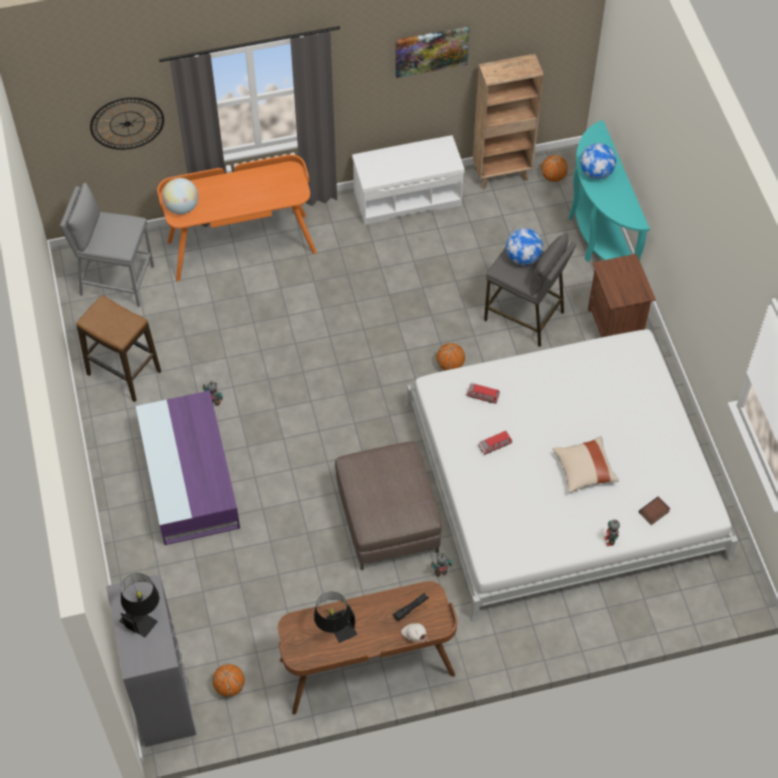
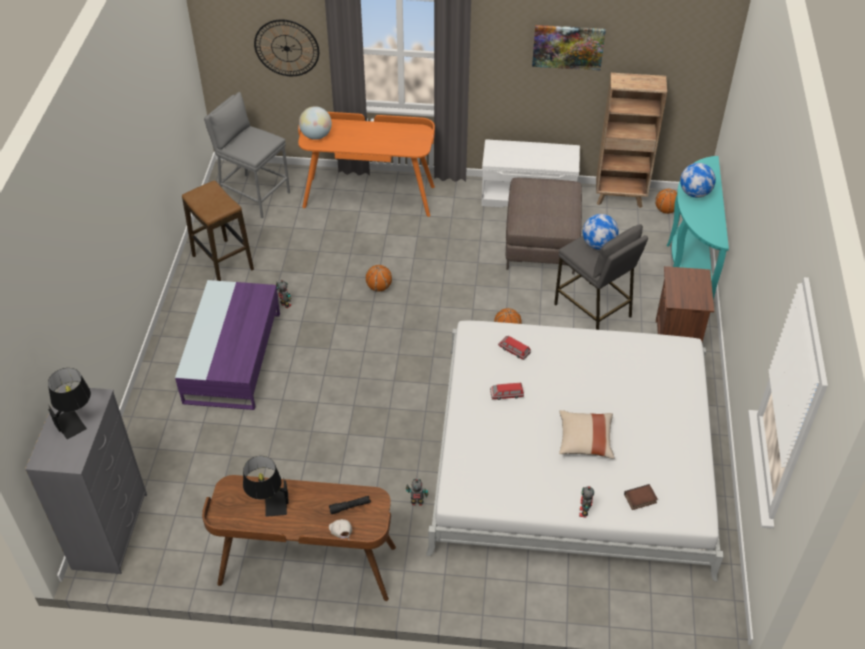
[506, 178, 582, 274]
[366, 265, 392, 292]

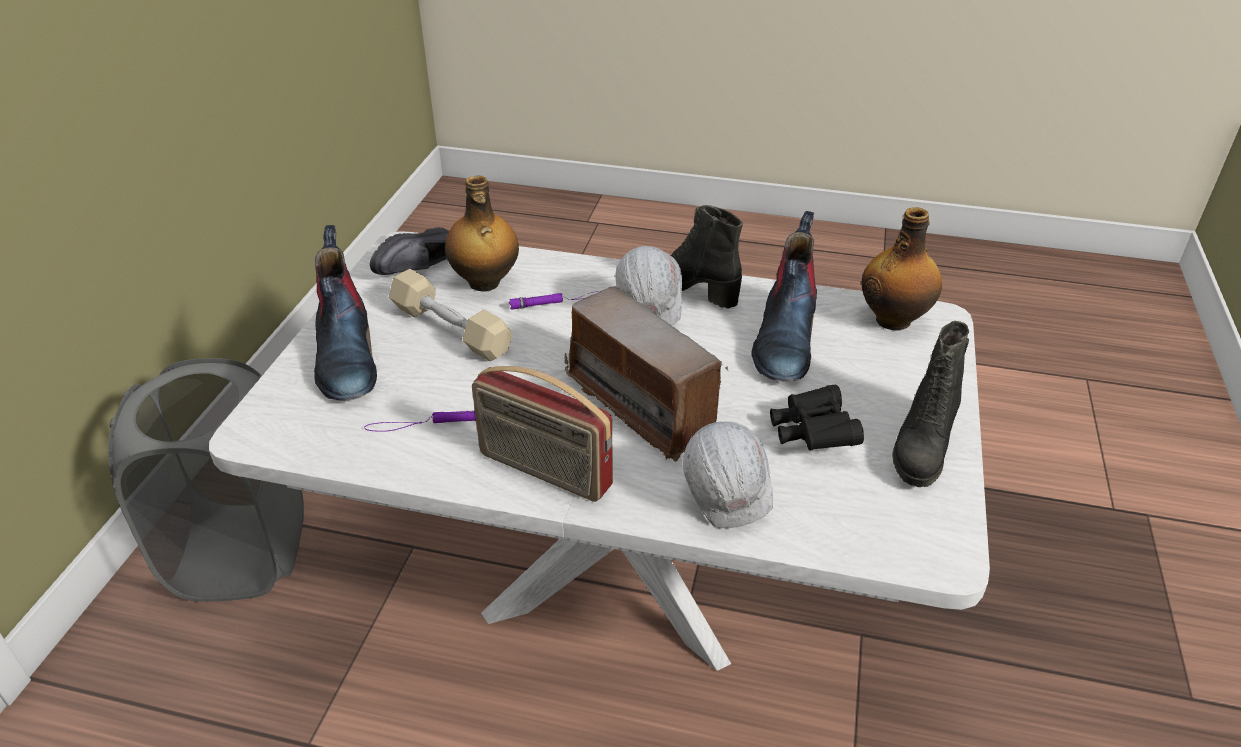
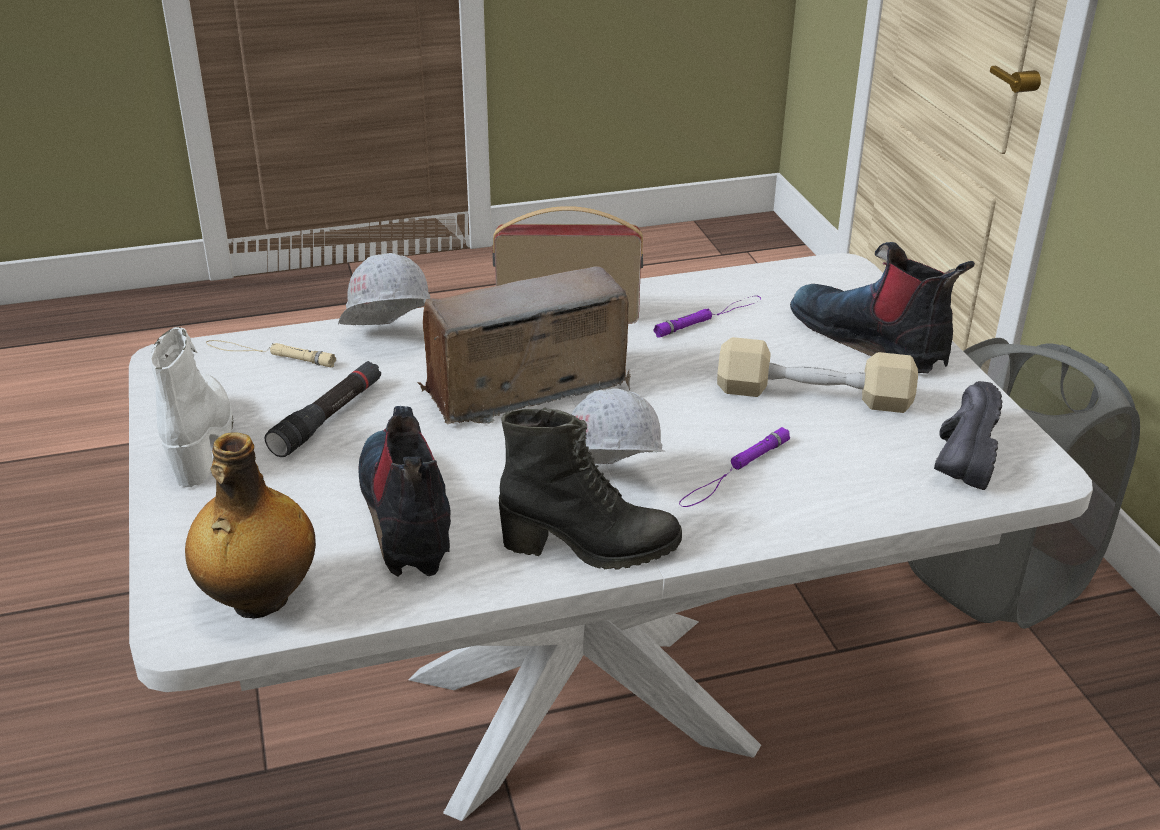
[445, 176, 519, 292] (first image)
[417, 266, 631, 425]
[150, 326, 234, 487]
[265, 361, 381, 457]
[206, 340, 336, 367]

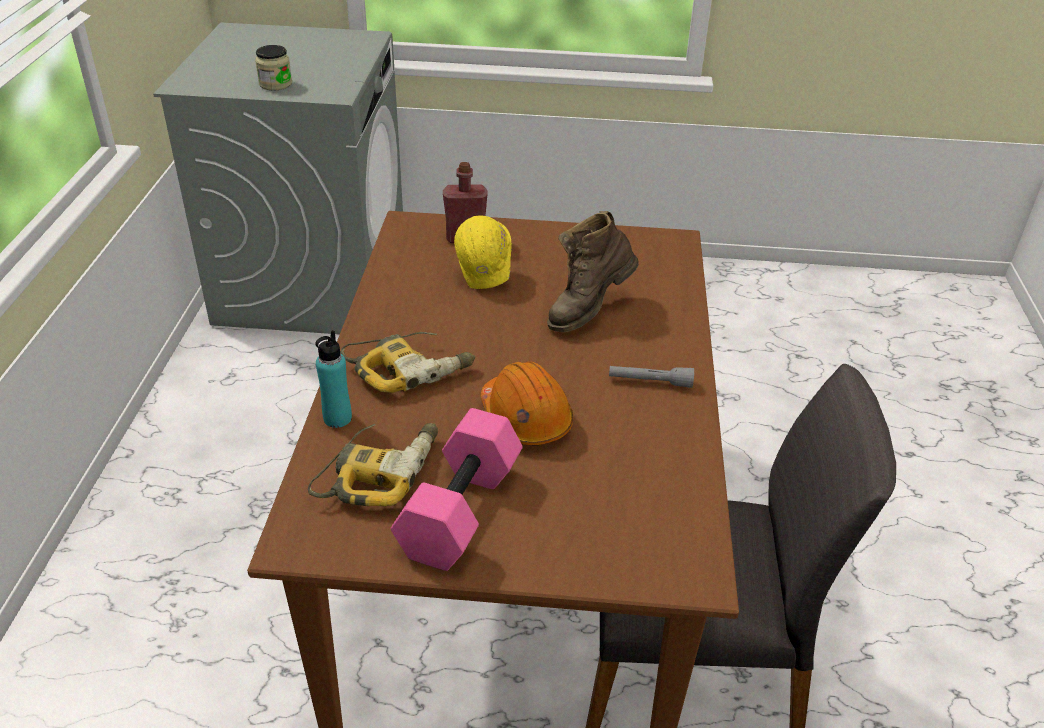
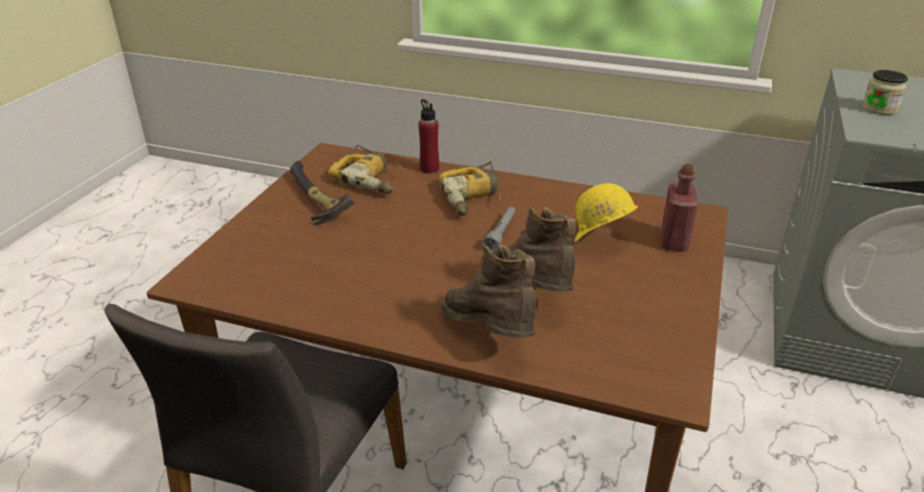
[418, 99, 439, 174]
[481, 361, 573, 445] (first image)
[482, 207, 515, 252]
[290, 161, 354, 225]
[440, 245, 536, 338]

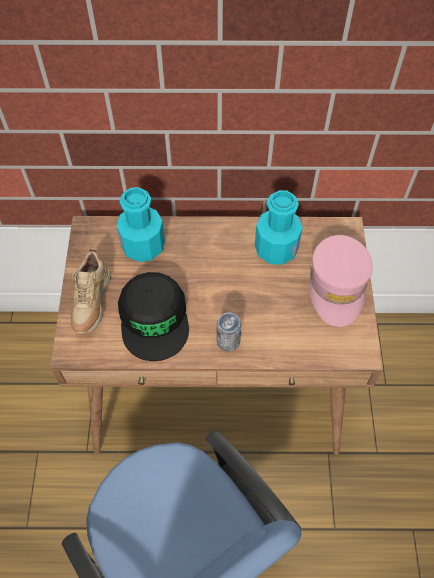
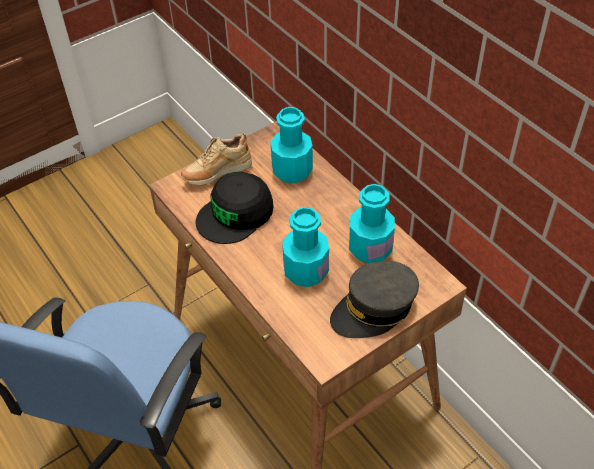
[330, 261, 419, 338]
[217, 312, 242, 352] (first image)
[282, 207, 329, 287]

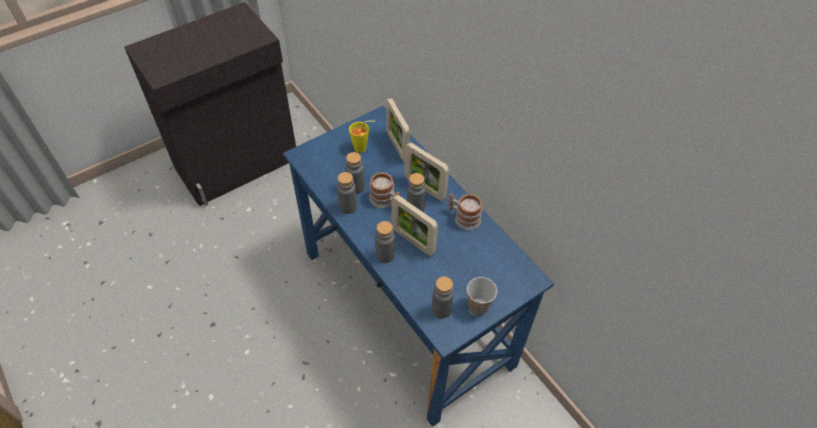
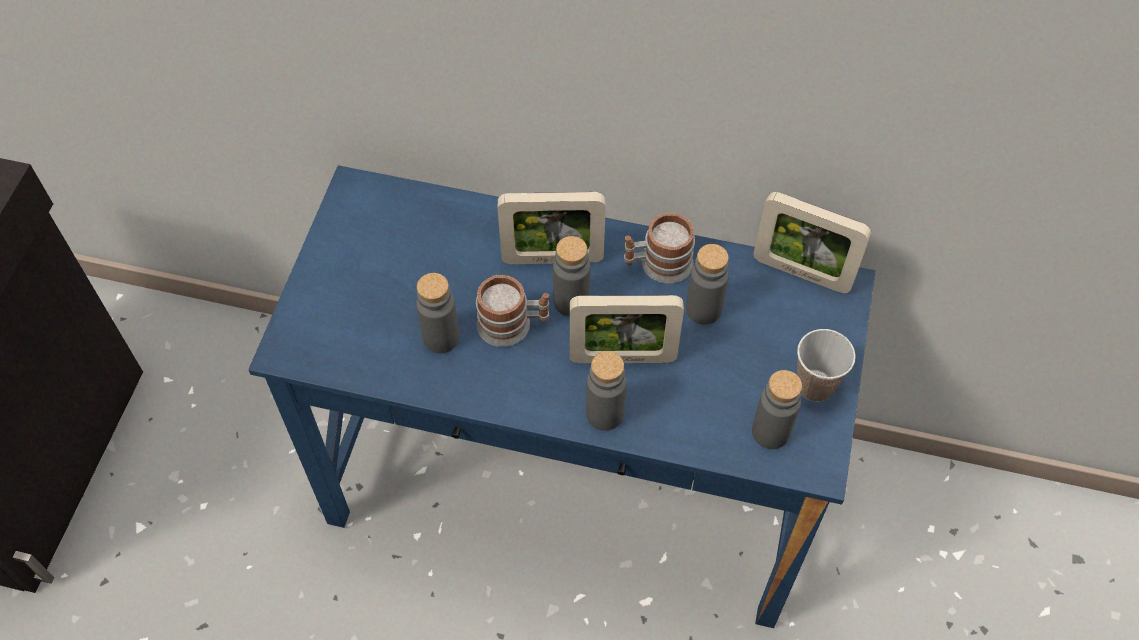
[753, 192, 871, 293]
[349, 121, 376, 153] (first image)
[686, 244, 729, 325]

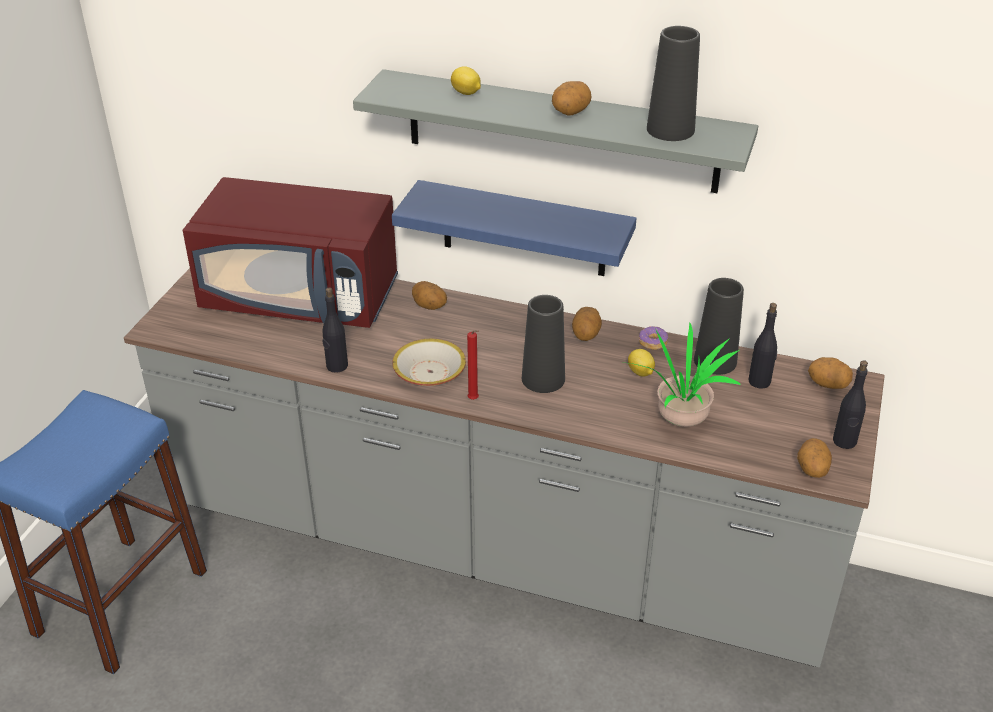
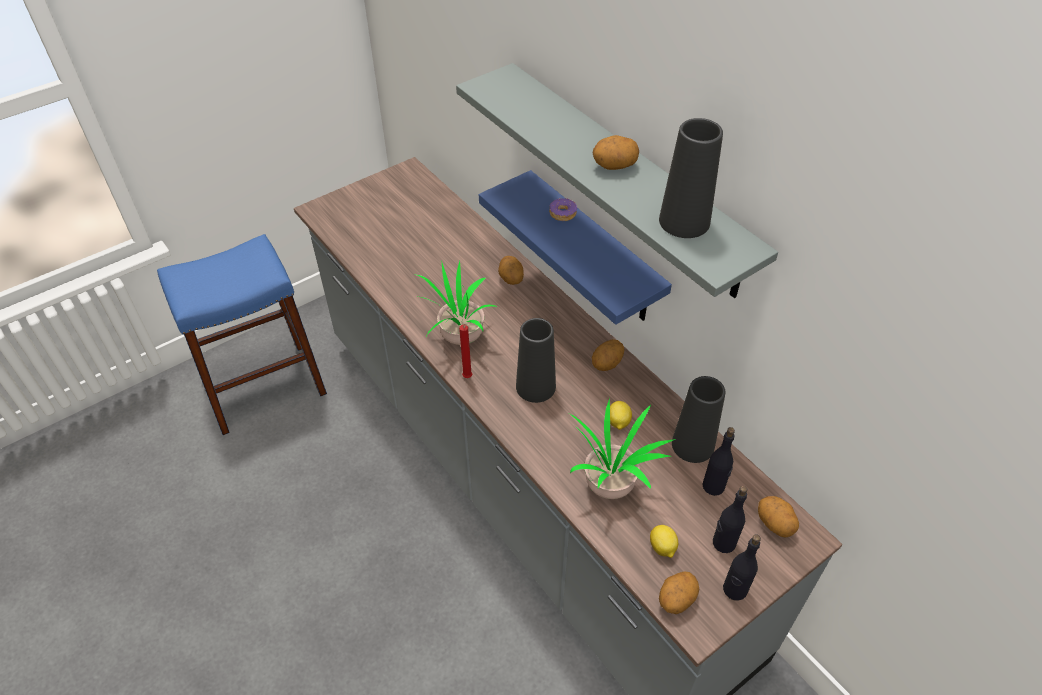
[650, 525, 678, 558]
[183, 177, 398, 328] (first image)
[713, 486, 748, 553]
[549, 198, 577, 221]
[417, 260, 497, 345]

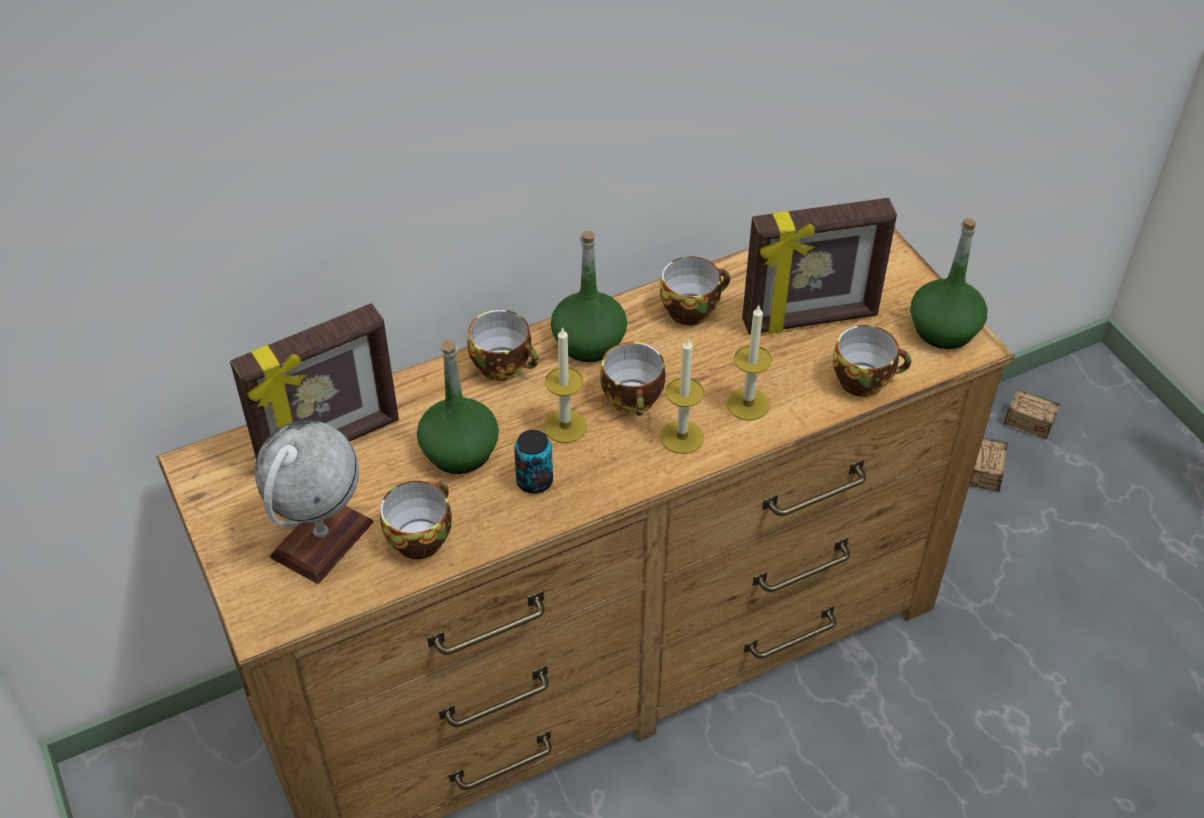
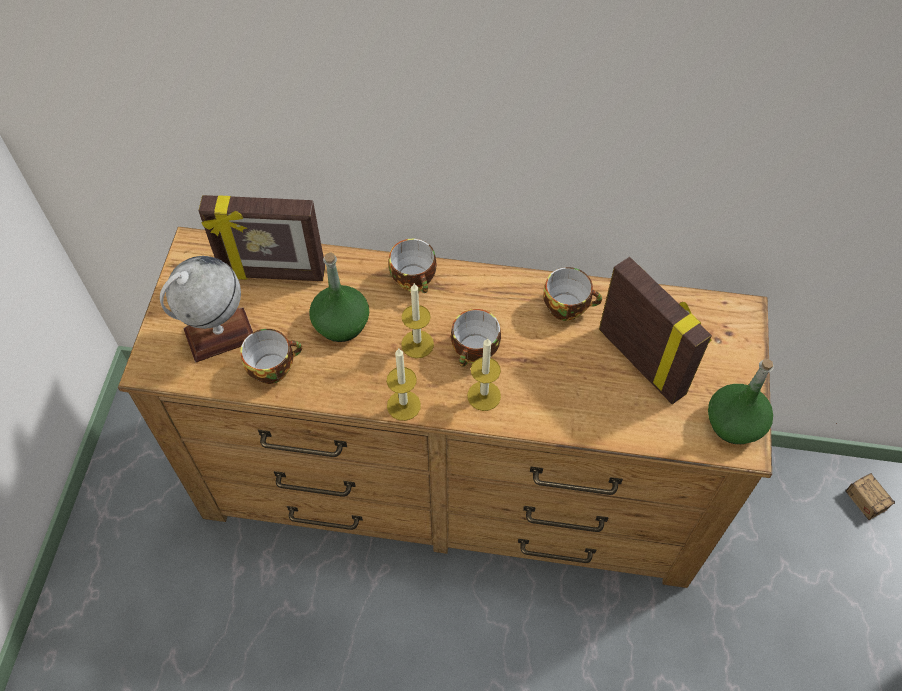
[599, 257, 712, 404]
[551, 230, 627, 362] (first image)
[387, 349, 421, 421]
[833, 325, 912, 397] (first image)
[514, 430, 553, 494] (first image)
[969, 438, 1008, 492] (first image)

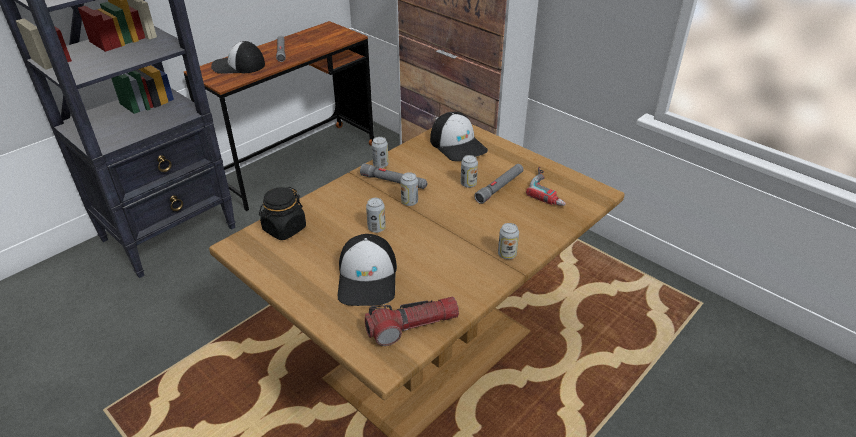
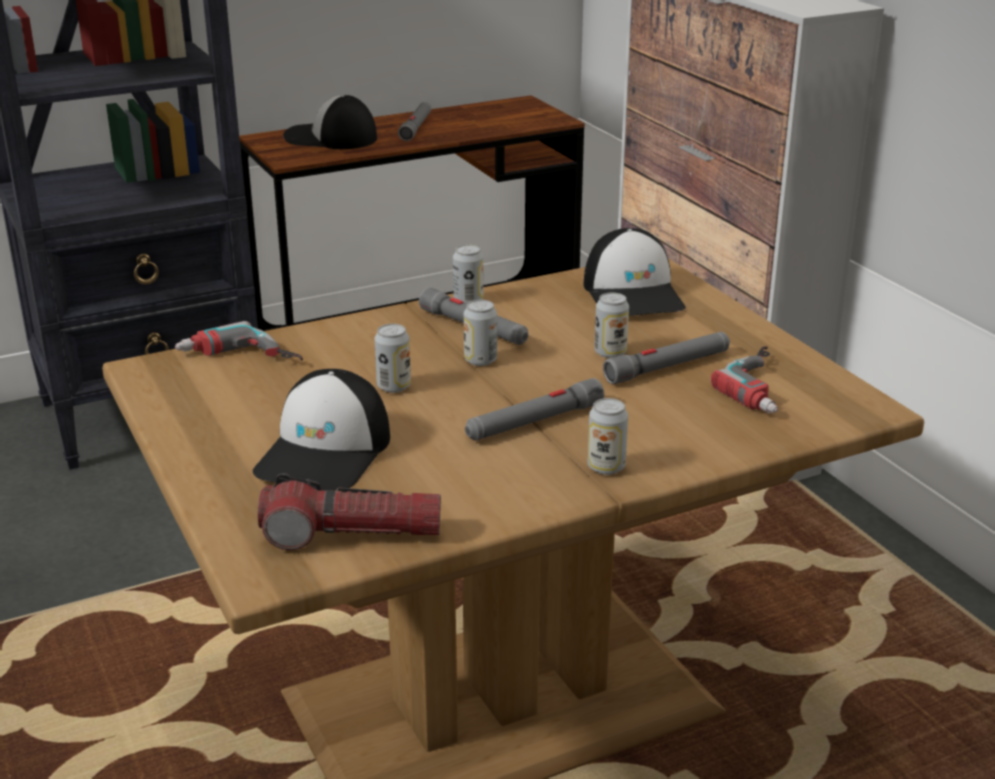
[175, 321, 303, 360]
[465, 378, 604, 441]

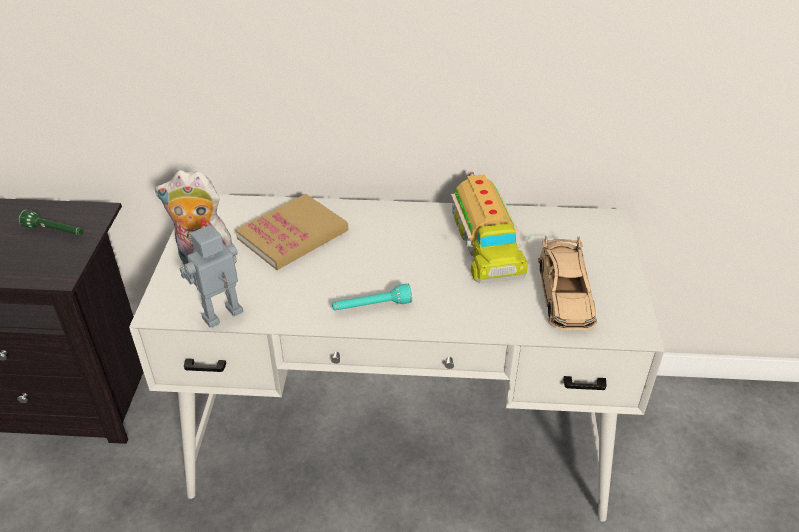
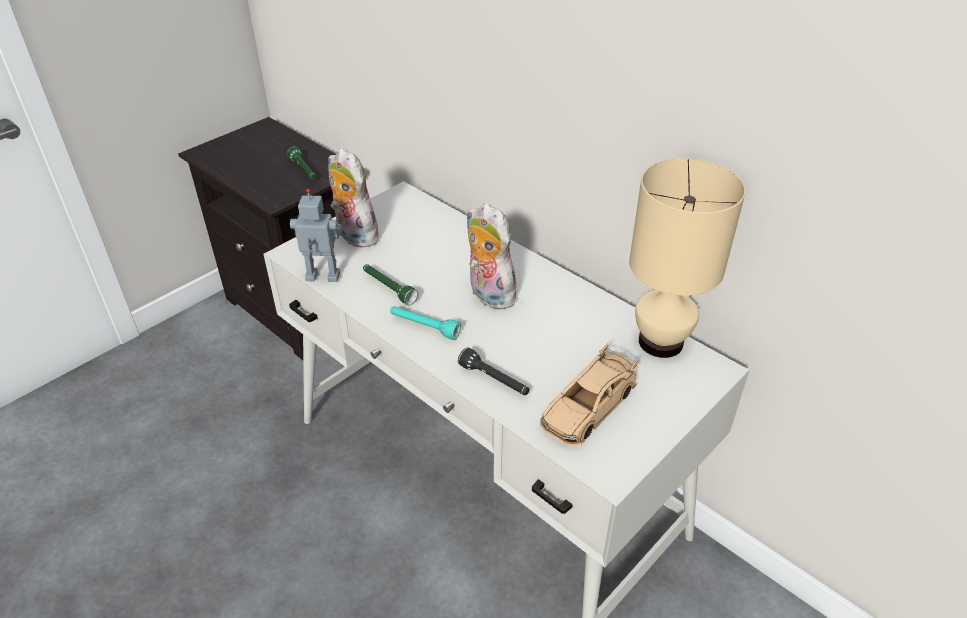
[451, 171, 531, 284] (first image)
[235, 194, 348, 270] (first image)
[629, 158, 746, 358]
[467, 203, 518, 310]
[363, 264, 418, 305]
[458, 348, 529, 395]

